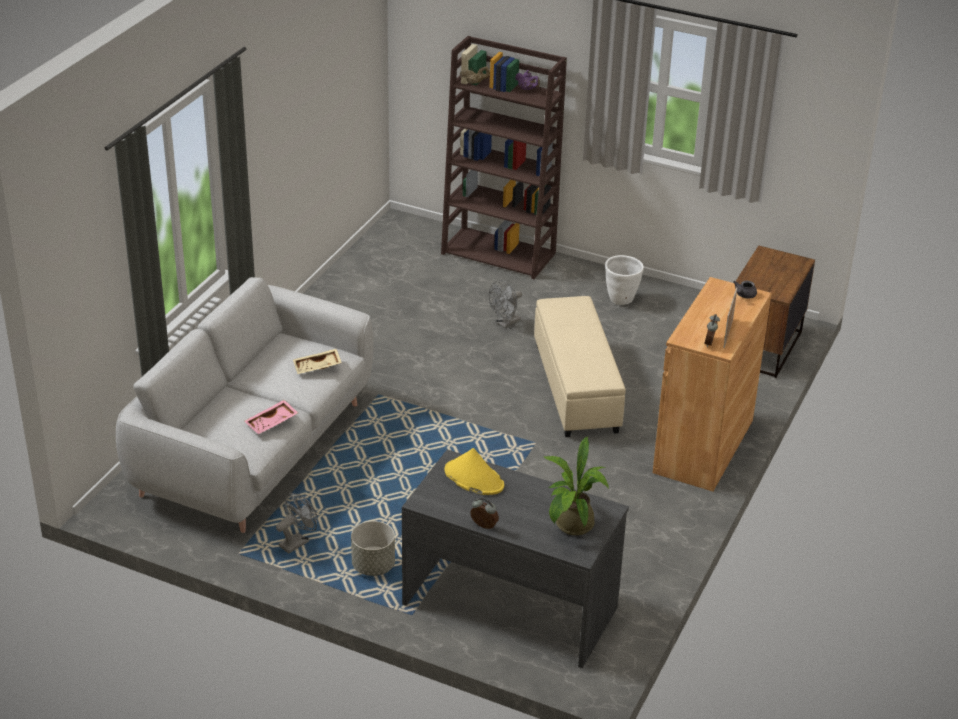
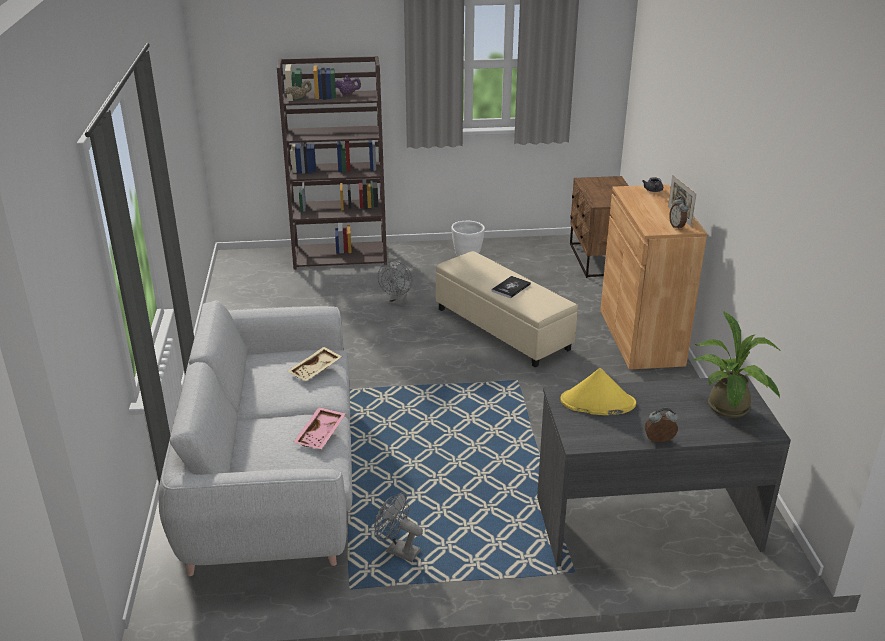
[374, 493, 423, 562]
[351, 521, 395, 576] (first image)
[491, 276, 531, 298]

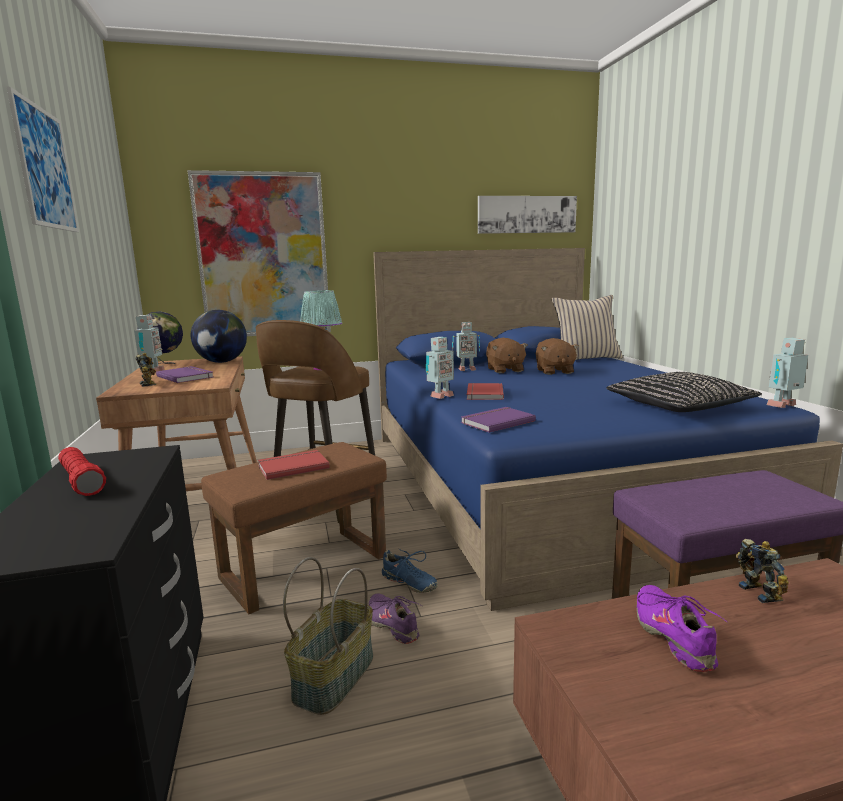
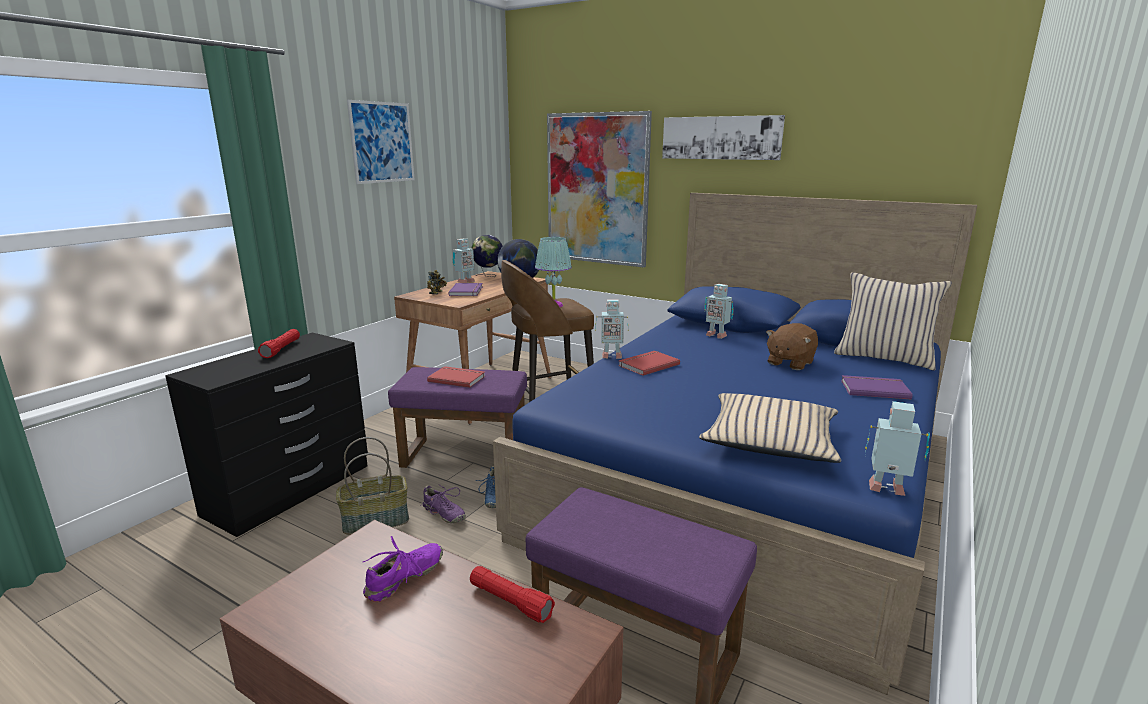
[662, 115, 785, 160]
[486, 338, 528, 373] (first image)
[699, 393, 842, 463]
[841, 375, 913, 400]
[388, 367, 527, 468]
[470, 566, 555, 623]
[420, 485, 466, 523]

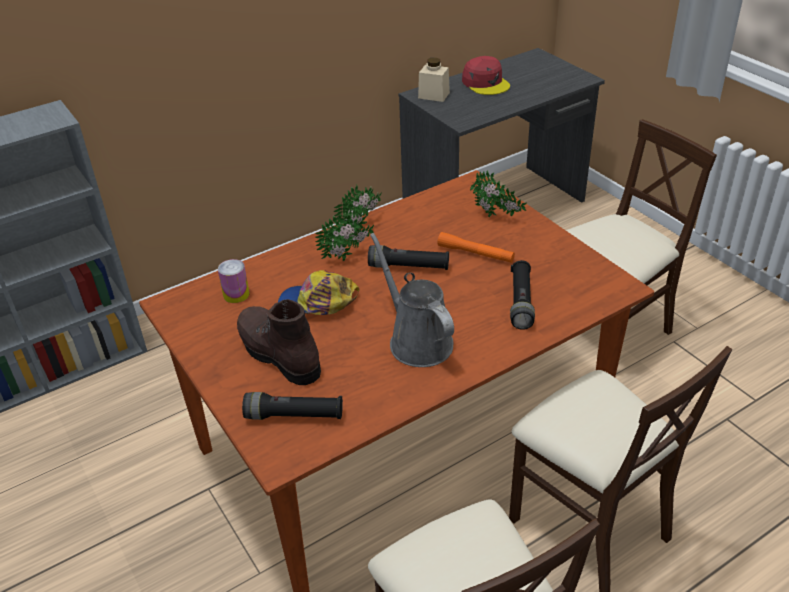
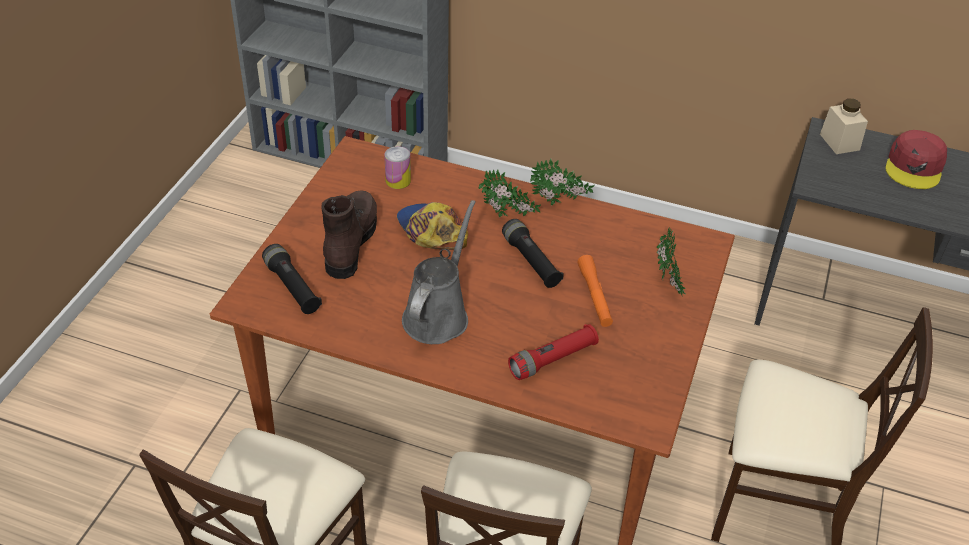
[508, 324, 599, 380]

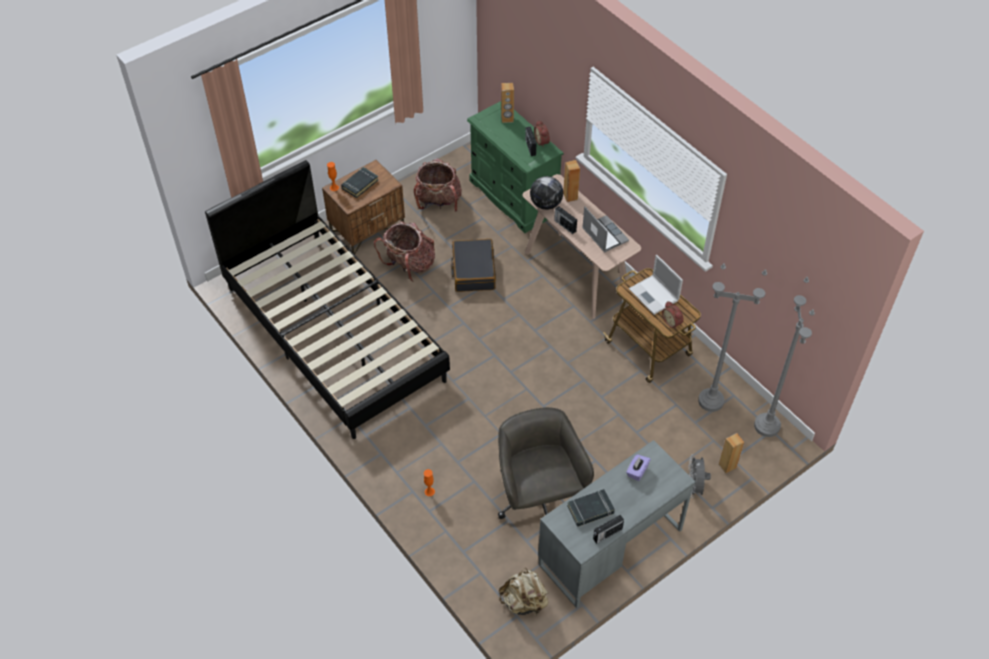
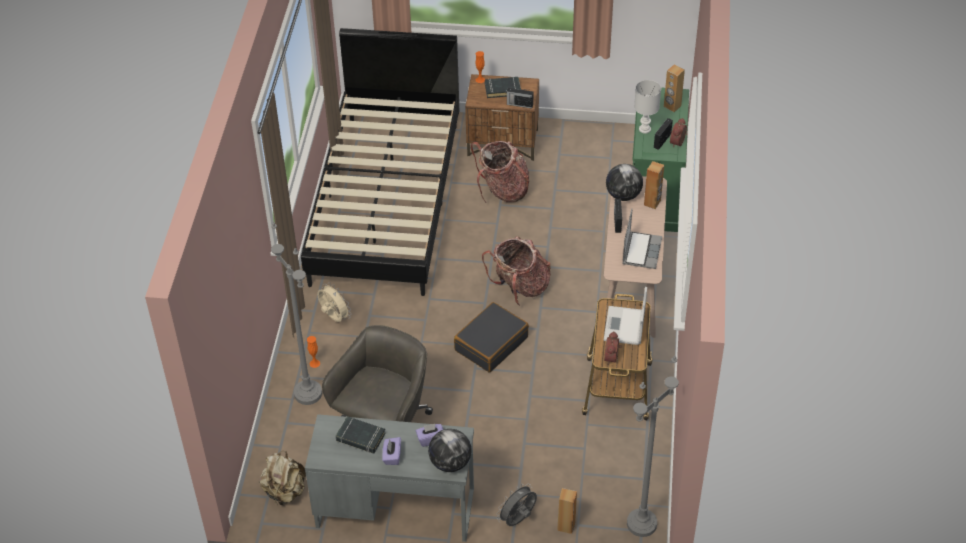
[482, 236, 551, 306]
[454, 302, 529, 372]
[271, 222, 322, 405]
[506, 88, 533, 109]
[634, 80, 661, 134]
[317, 282, 352, 322]
[428, 429, 472, 472]
[382, 437, 401, 465]

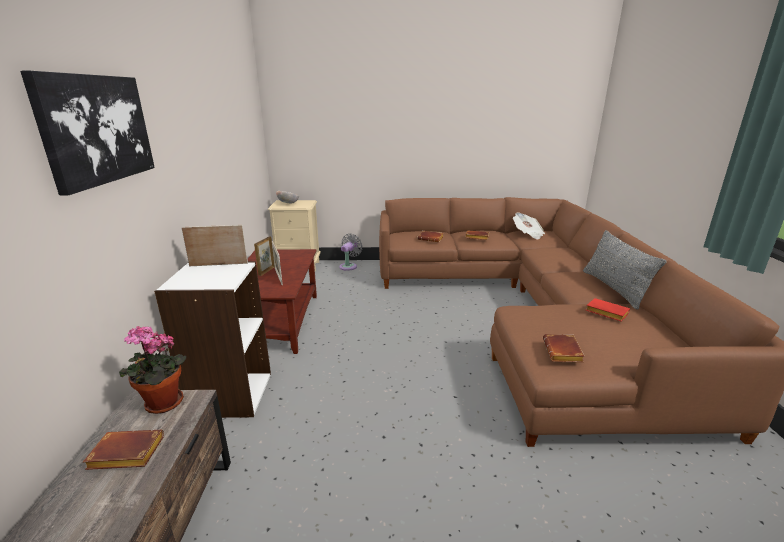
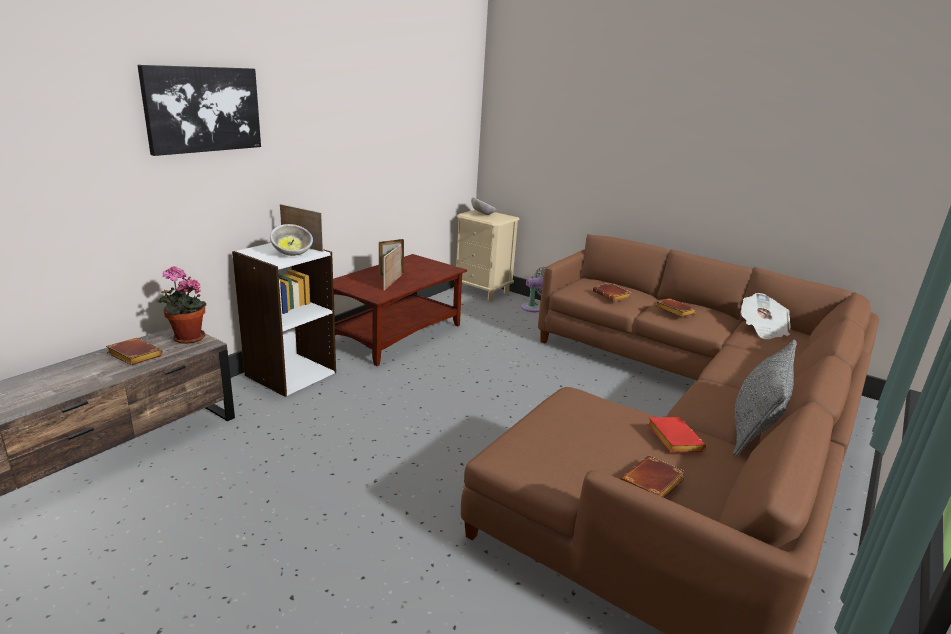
[620, 456, 685, 498]
[270, 224, 313, 256]

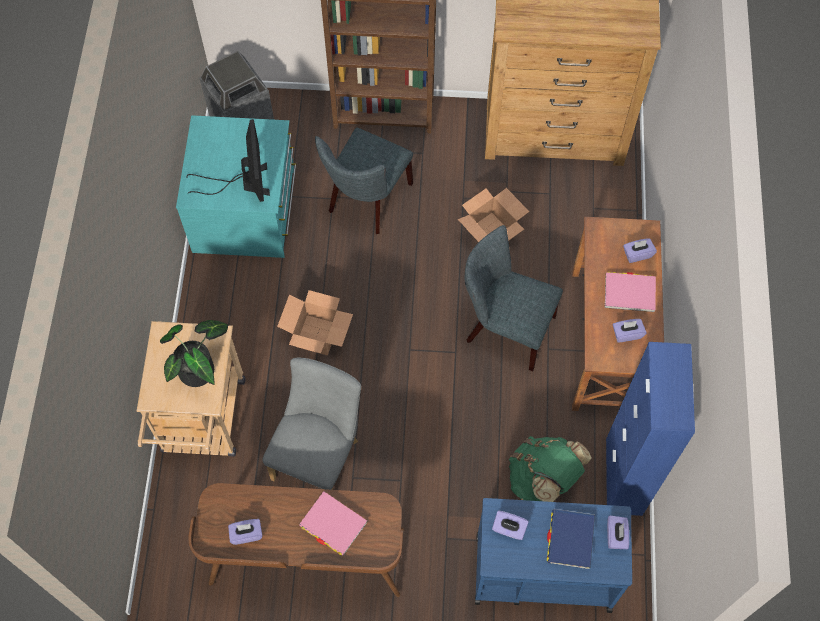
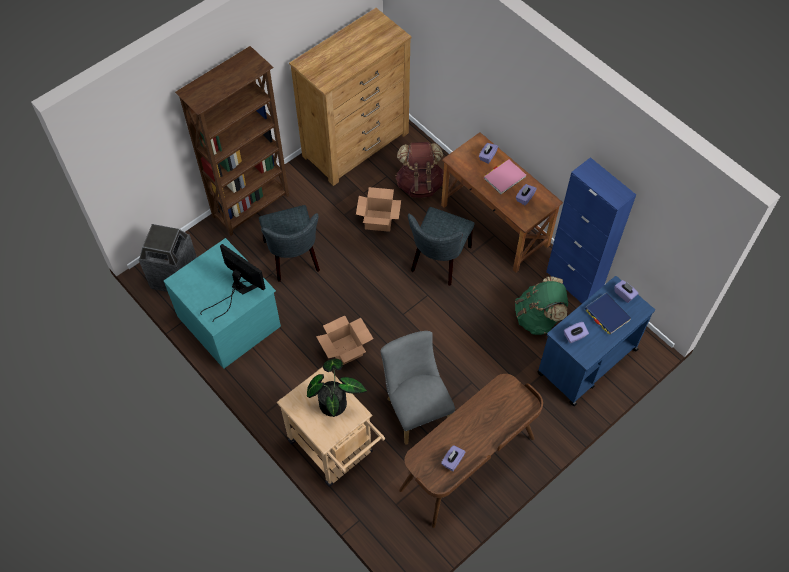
[408, 207, 475, 286]
[299, 491, 367, 556] (first image)
[395, 142, 444, 198]

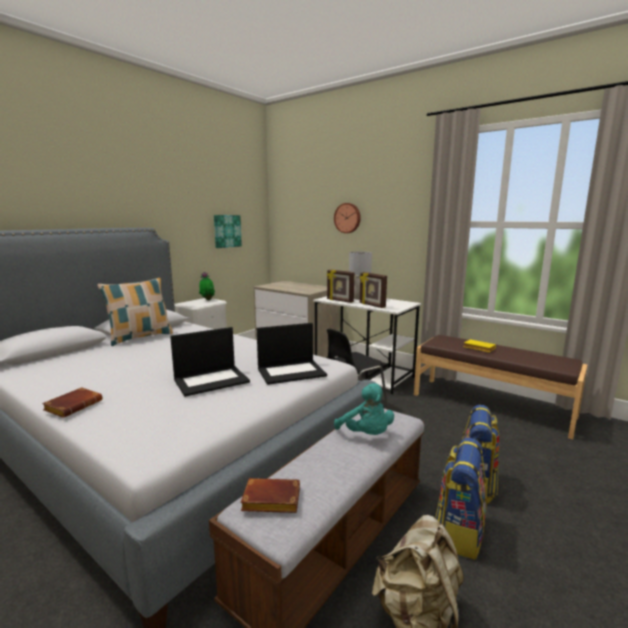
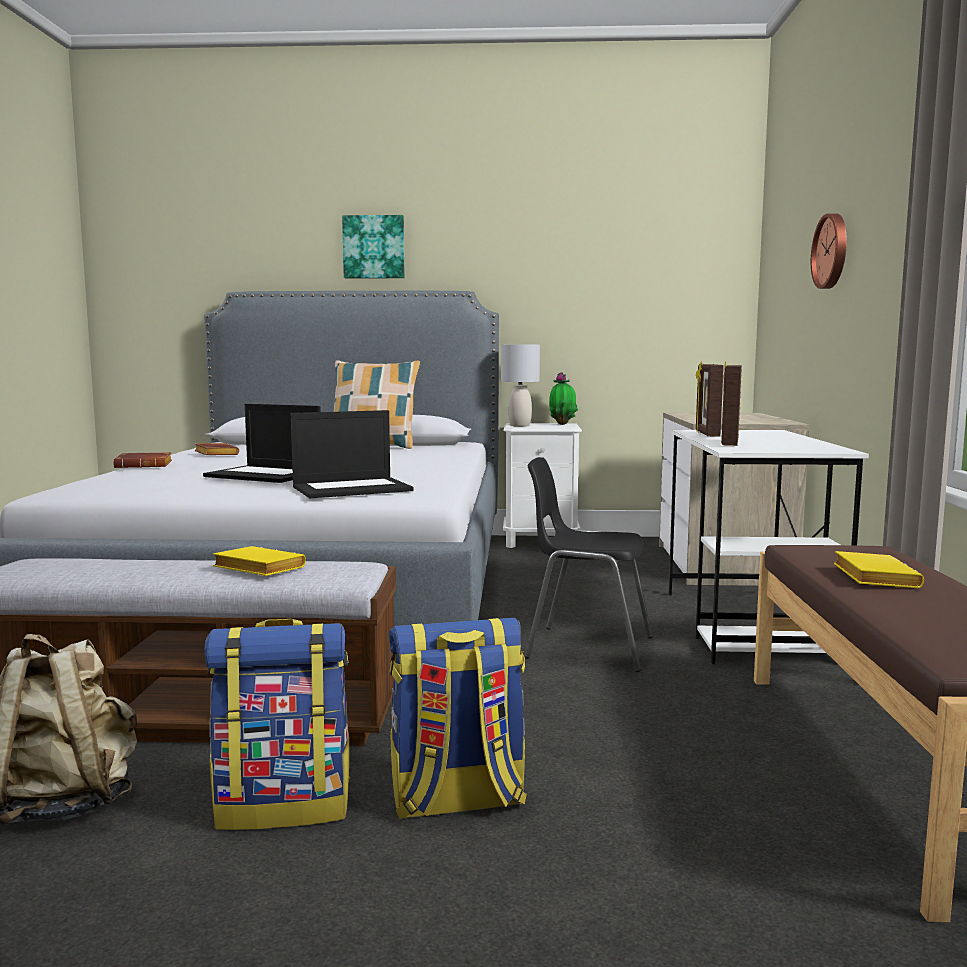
[342, 215, 405, 279]
[501, 344, 540, 426]
[291, 410, 414, 498]
[213, 546, 306, 576]
[195, 443, 239, 455]

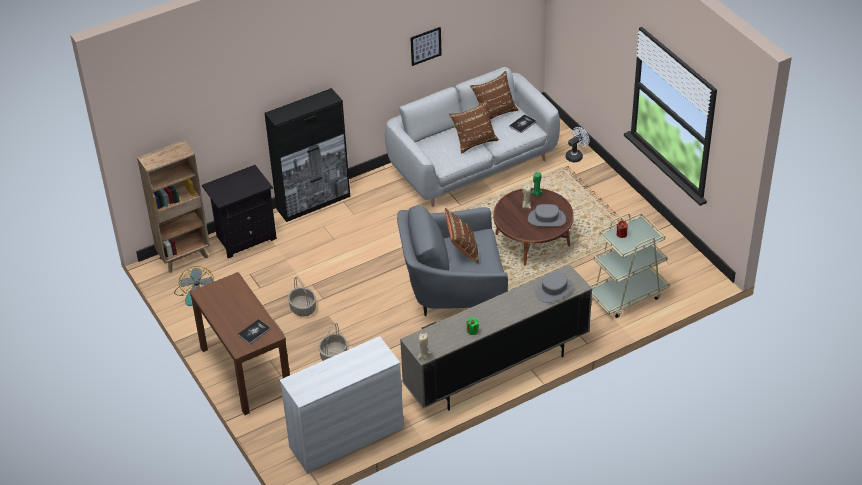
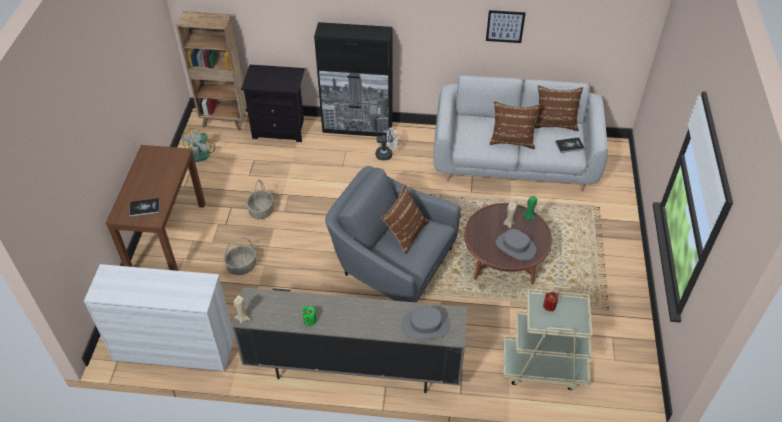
[376, 127, 398, 160]

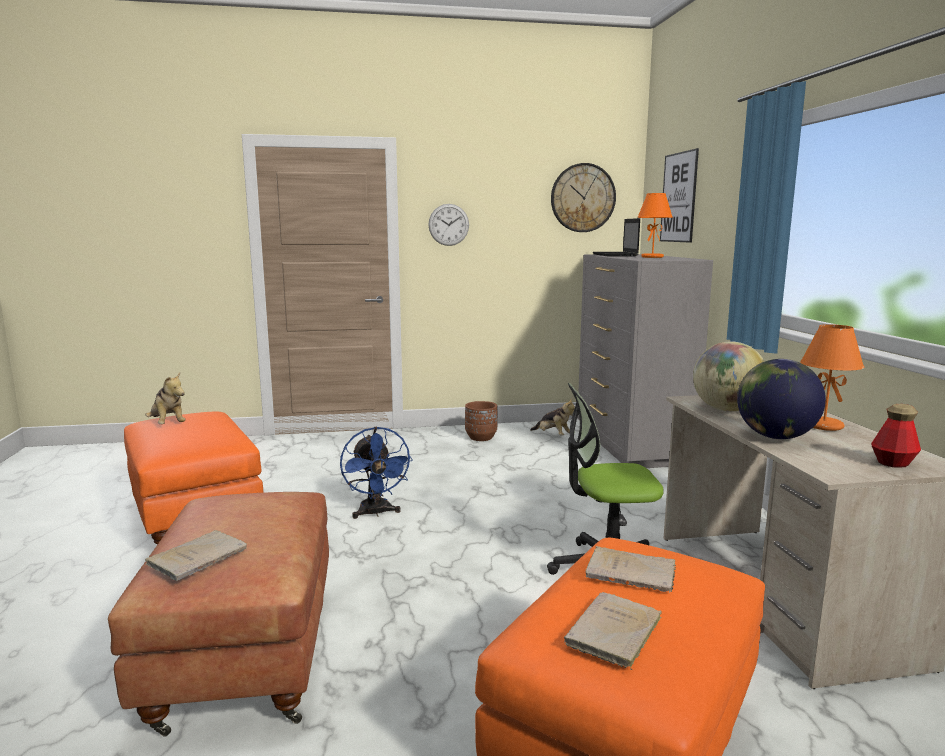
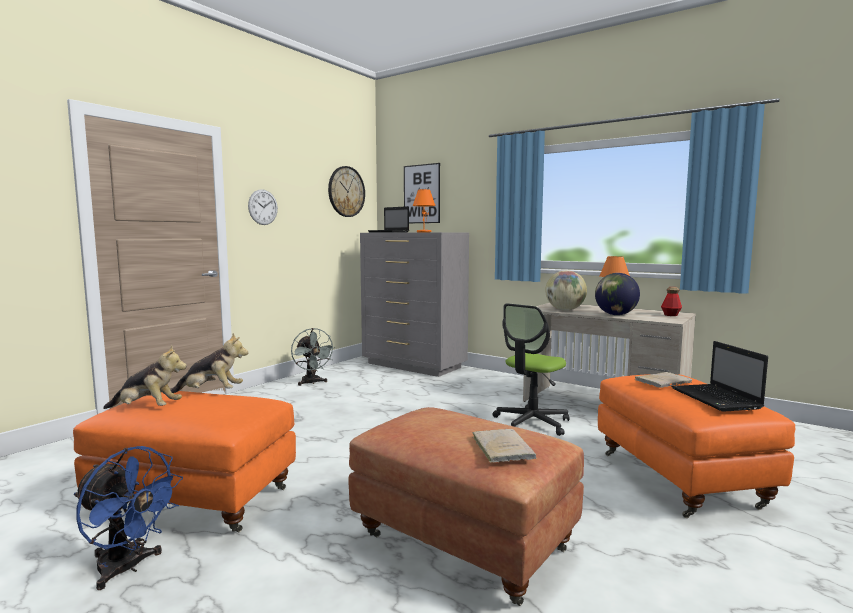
[171, 333, 248, 393]
[291, 328, 334, 386]
[74, 446, 183, 590]
[672, 341, 768, 412]

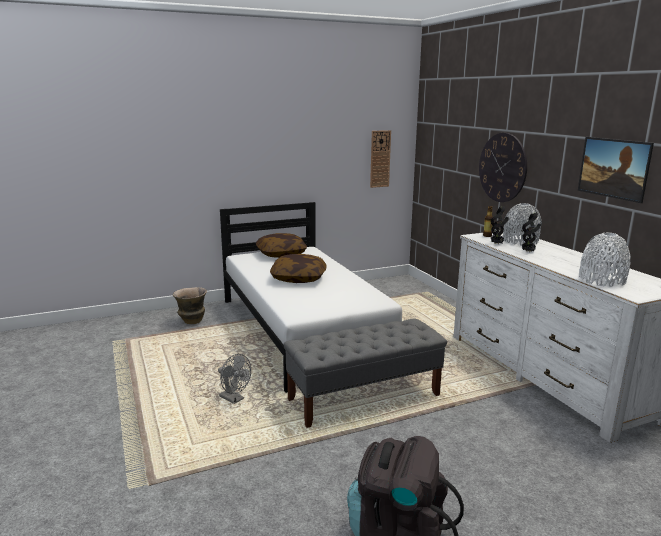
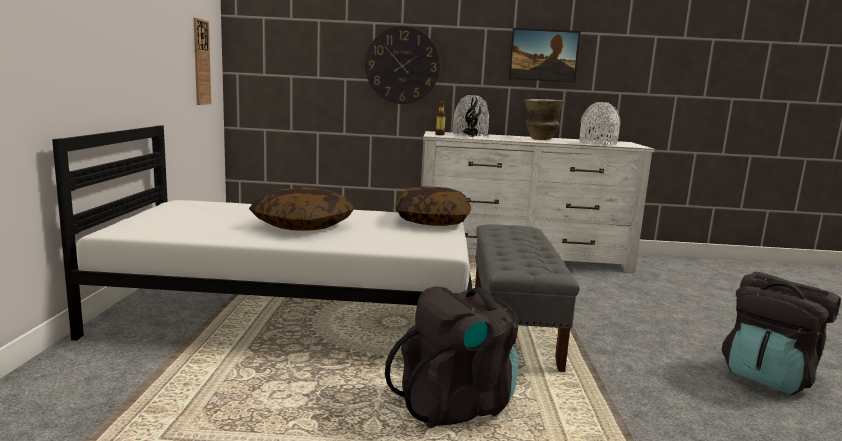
[522, 212, 541, 252] (first image)
[395, 186, 471, 226]
[524, 99, 566, 140]
[385, 286, 518, 428]

